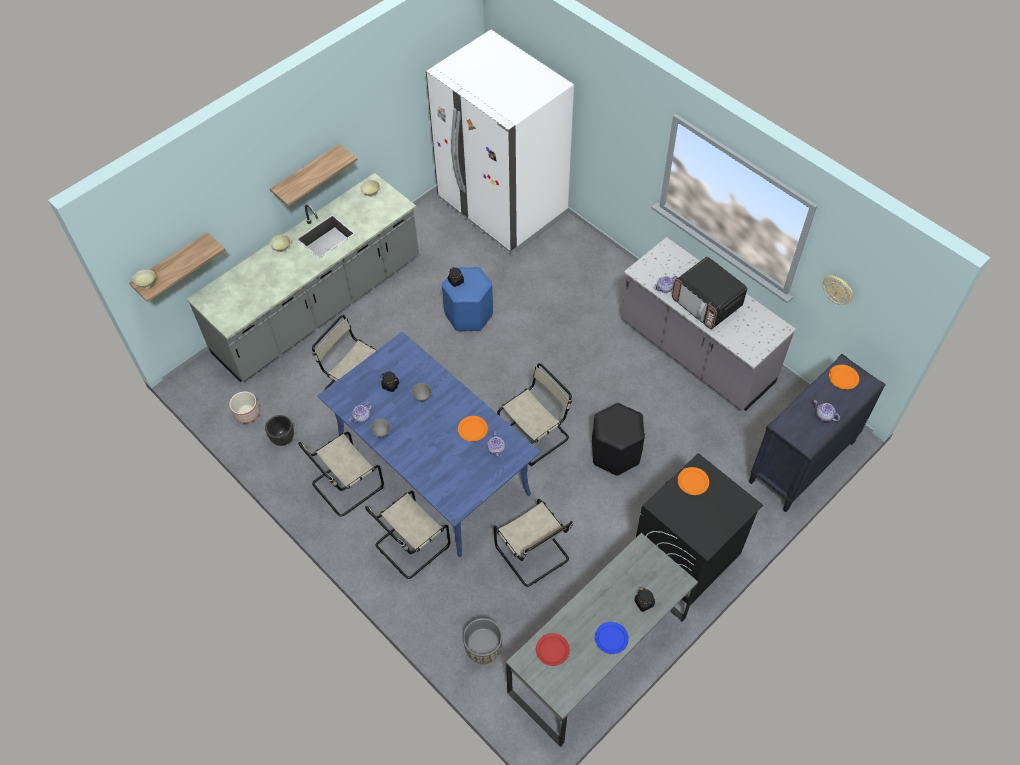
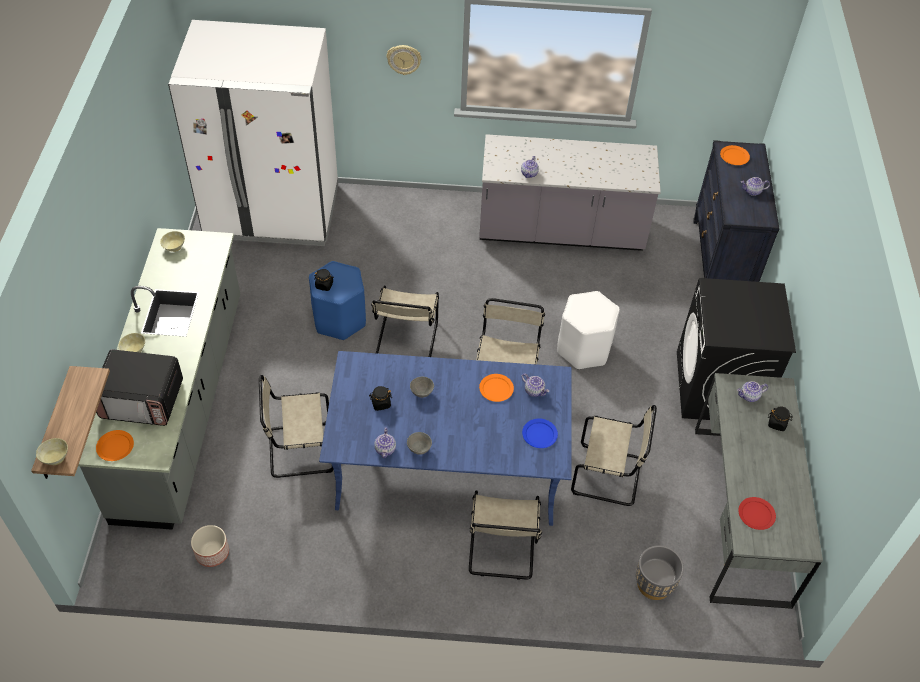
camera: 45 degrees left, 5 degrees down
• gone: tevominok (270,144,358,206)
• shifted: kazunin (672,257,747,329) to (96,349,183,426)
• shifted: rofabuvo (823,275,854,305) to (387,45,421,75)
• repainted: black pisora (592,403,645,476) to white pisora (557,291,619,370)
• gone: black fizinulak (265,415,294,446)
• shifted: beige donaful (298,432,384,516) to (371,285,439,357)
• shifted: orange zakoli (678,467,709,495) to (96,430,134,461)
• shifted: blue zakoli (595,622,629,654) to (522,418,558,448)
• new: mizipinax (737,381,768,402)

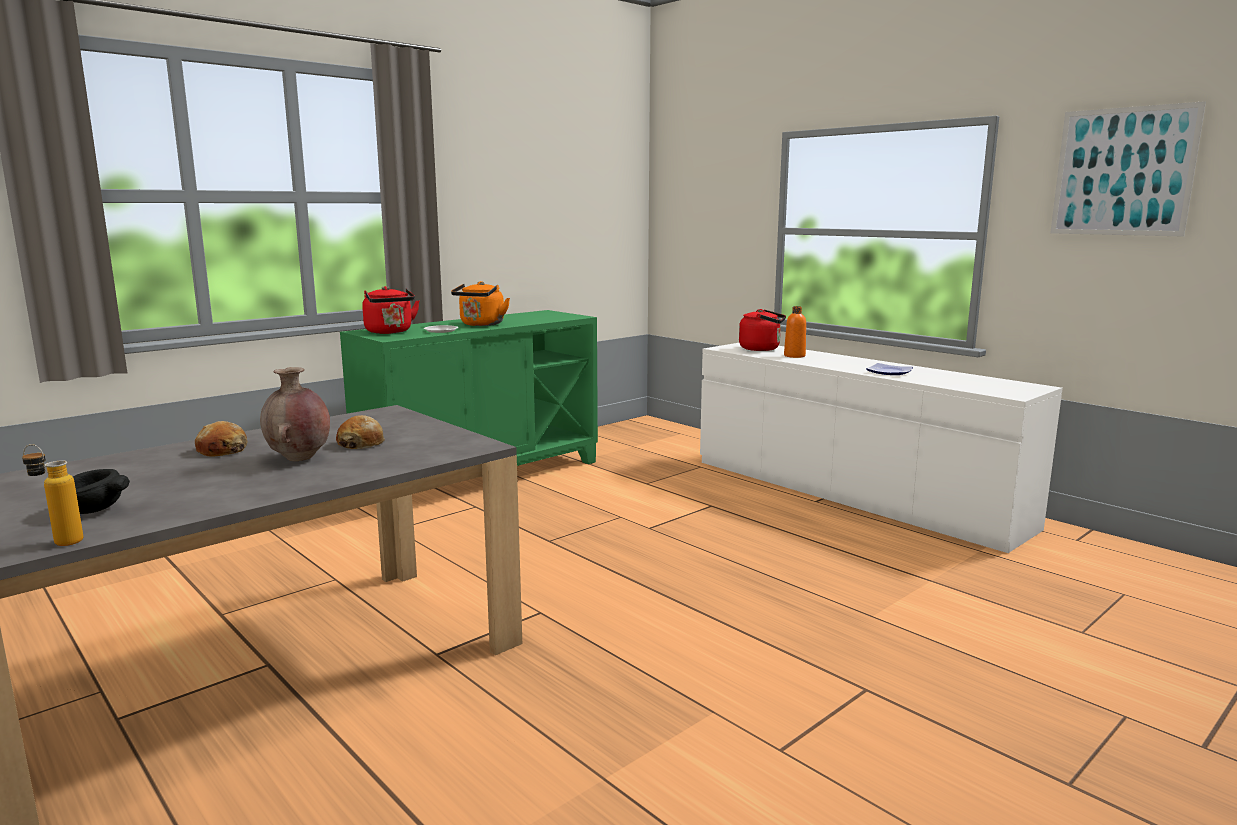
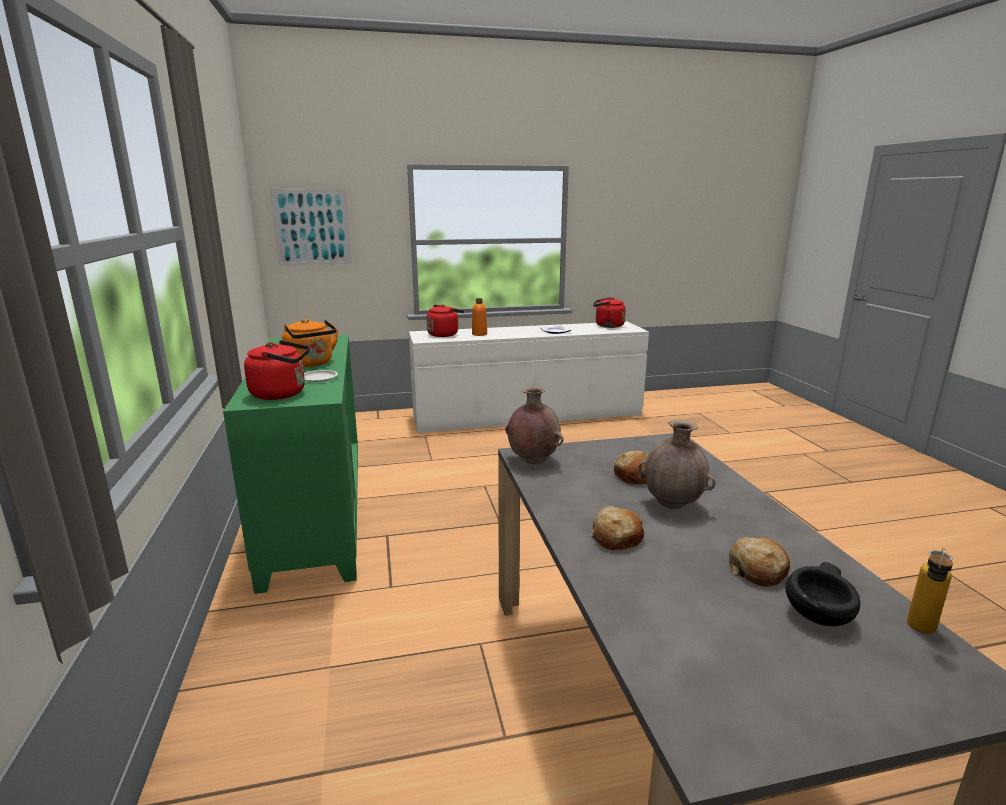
camera: 60 degrees left, 5 degrees up
• shifted: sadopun (1050,101,1206,237) to (269,189,352,265)
• new: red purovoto (593,297,626,328)
• new: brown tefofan (505,386,564,464)
• new: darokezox (729,537,790,587)

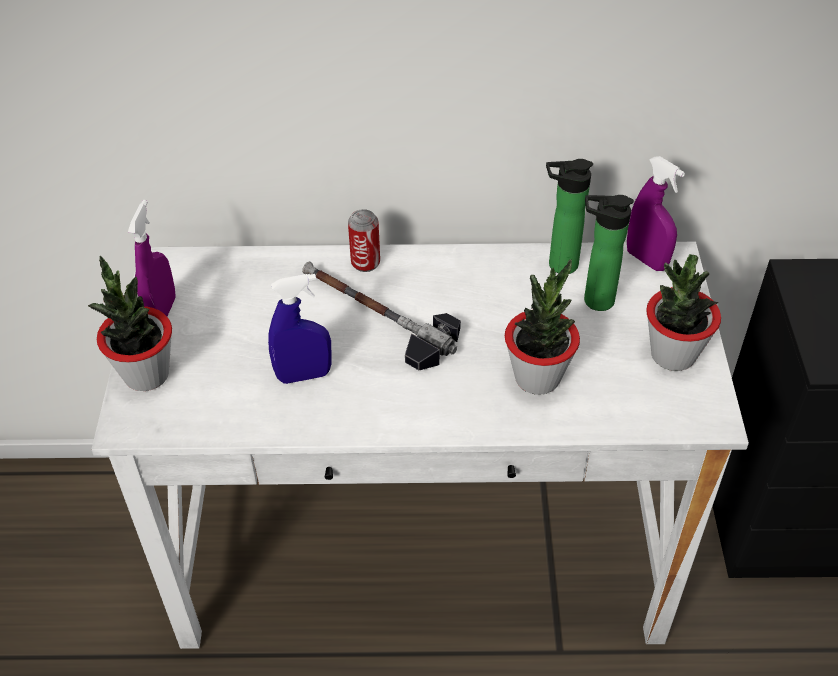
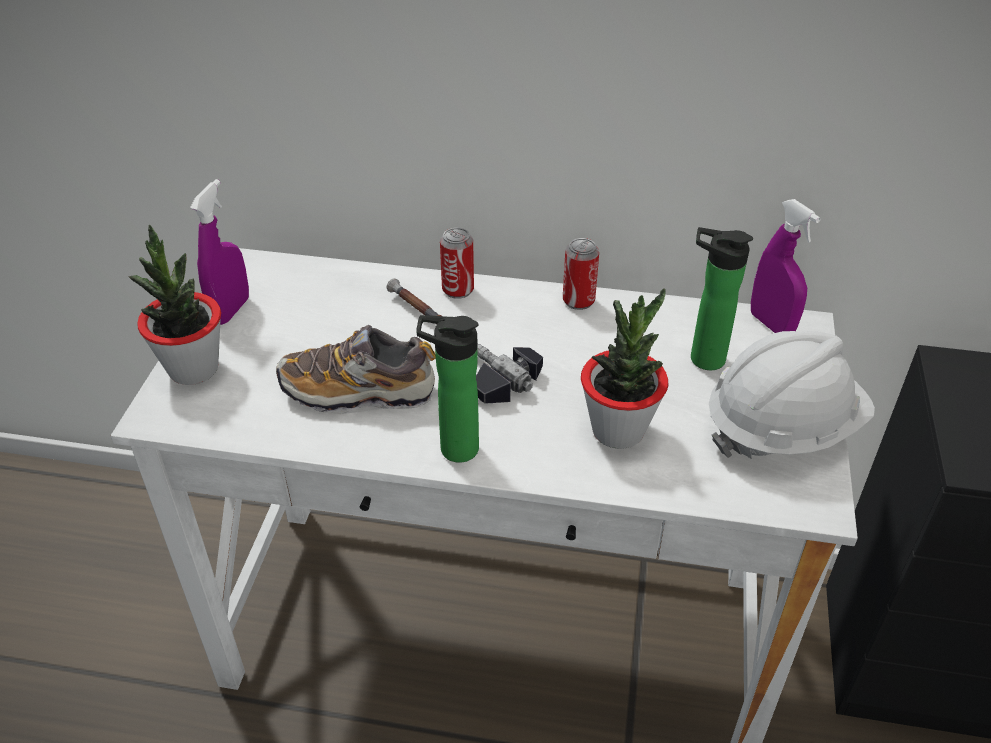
camera: 10 degrees right, 5 degrees down
• shifted: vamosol (546,159,593,274) to (416,315,479,463)
• swapped: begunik (646,254,721,371) to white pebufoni (709,331,875,459)
• swapped: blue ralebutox (268,274,332,384) to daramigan (276,325,436,414)
• new: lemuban (563,238,599,310)

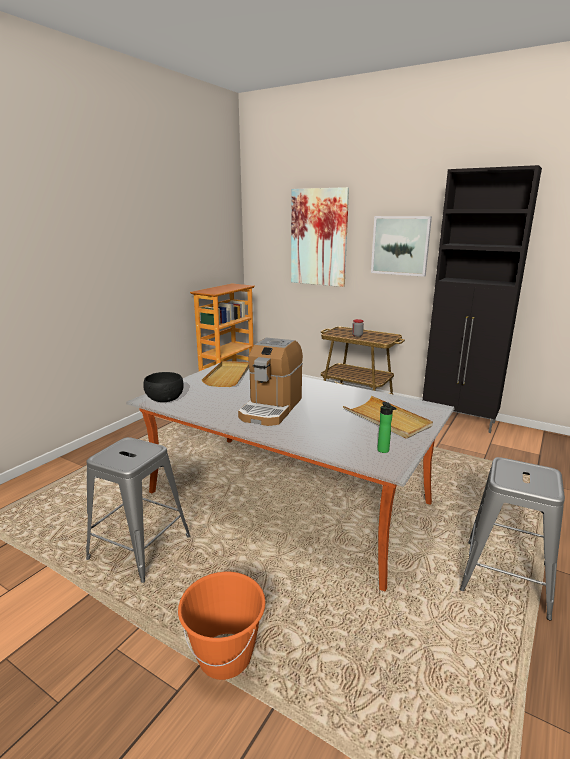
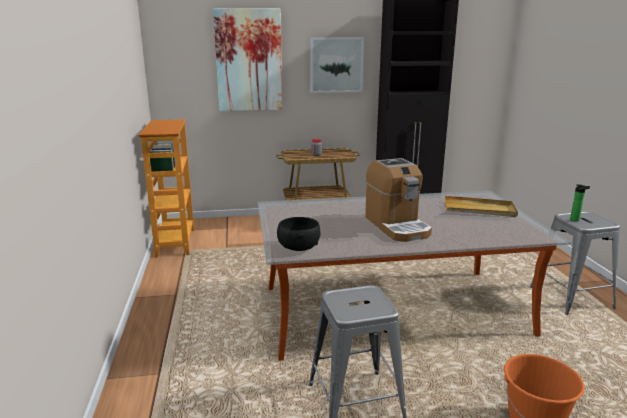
camera: 40 degrees left, 0 degrees up
• gone: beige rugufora (202,361,249,387)
• shifted: vamosol (377,402,397,453) to (570,184,590,221)

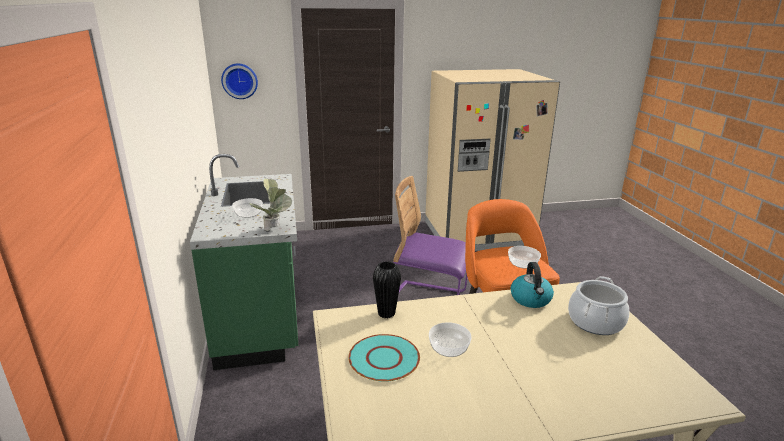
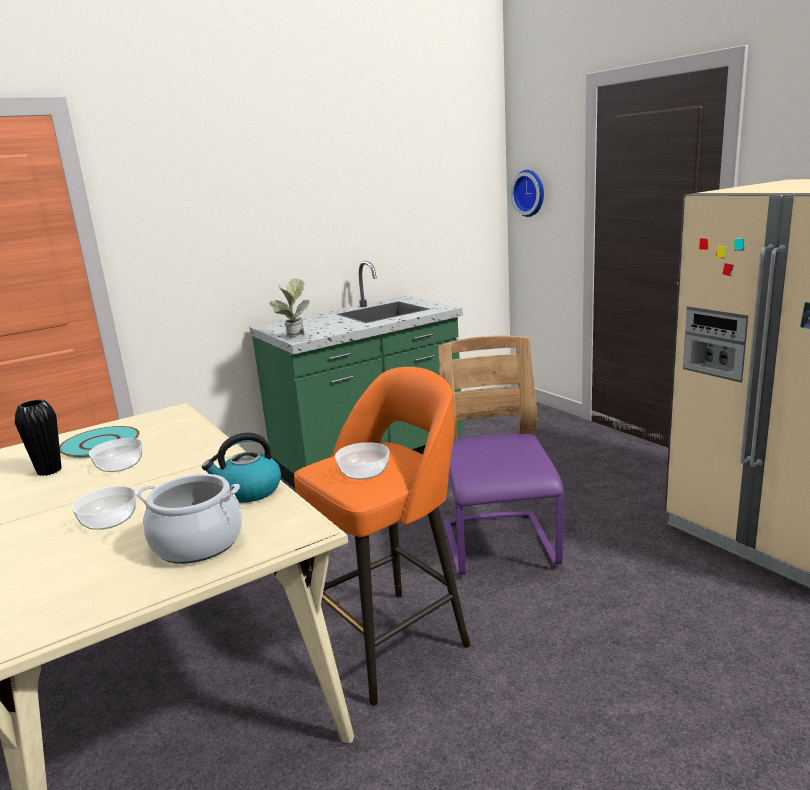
camera: 70 degrees right, 5 degrees down
• shifted: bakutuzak (232,198,263,218) to (72,486,136,530)
• shifted: black tefofan (373,261,401,319) to (15,399,62,476)

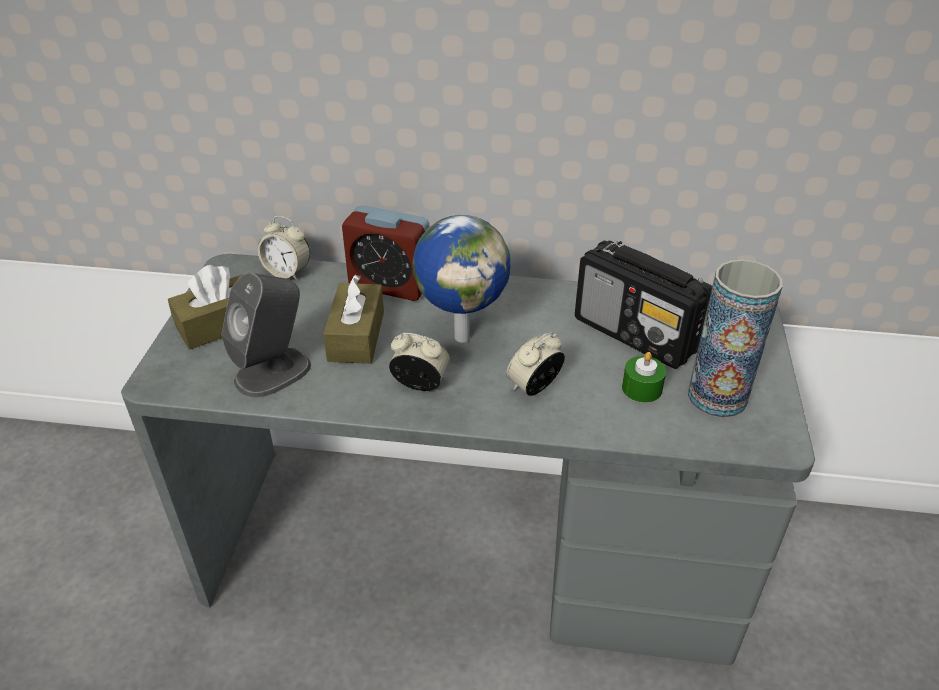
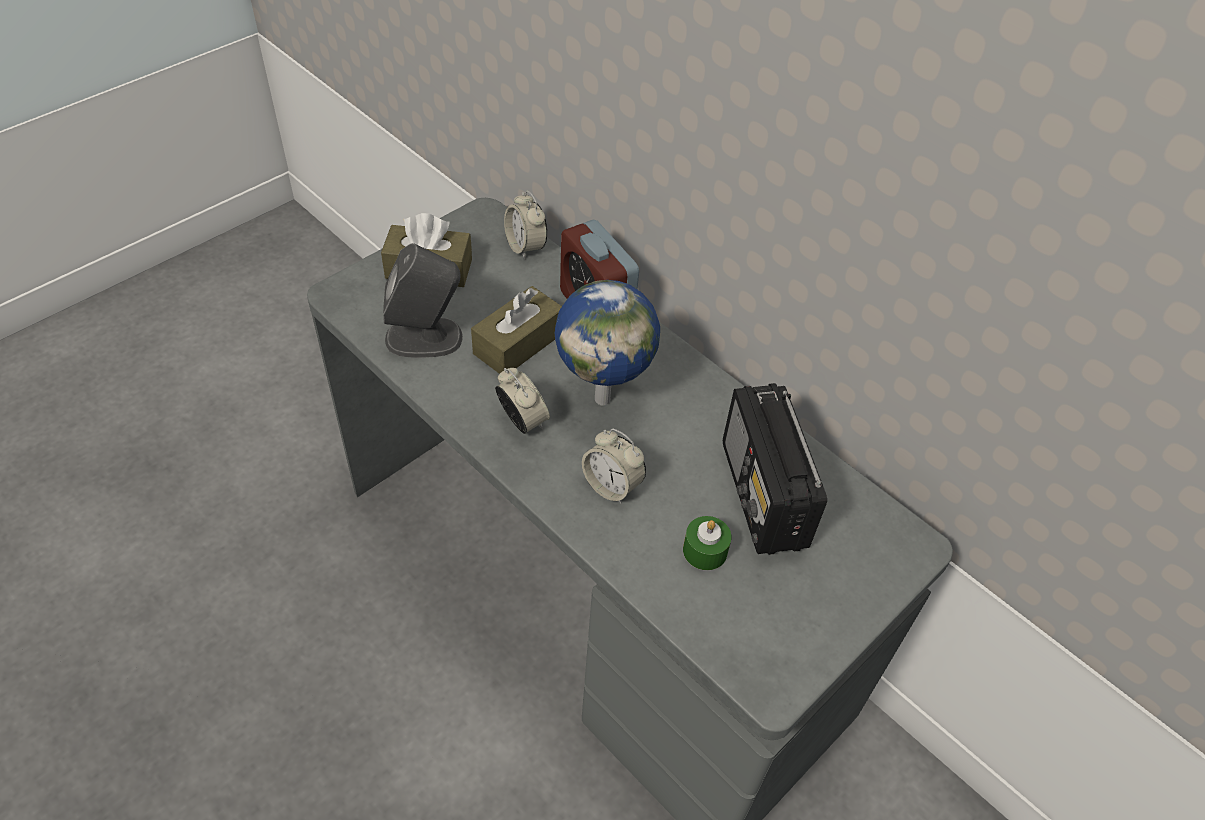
camera: 35 degrees right, 10 degrees up
• gone: tefofan (688,259,783,418)
• rotated: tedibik (506,332,565,396) = (582,429,646,504) 135 degrees counterclockwise

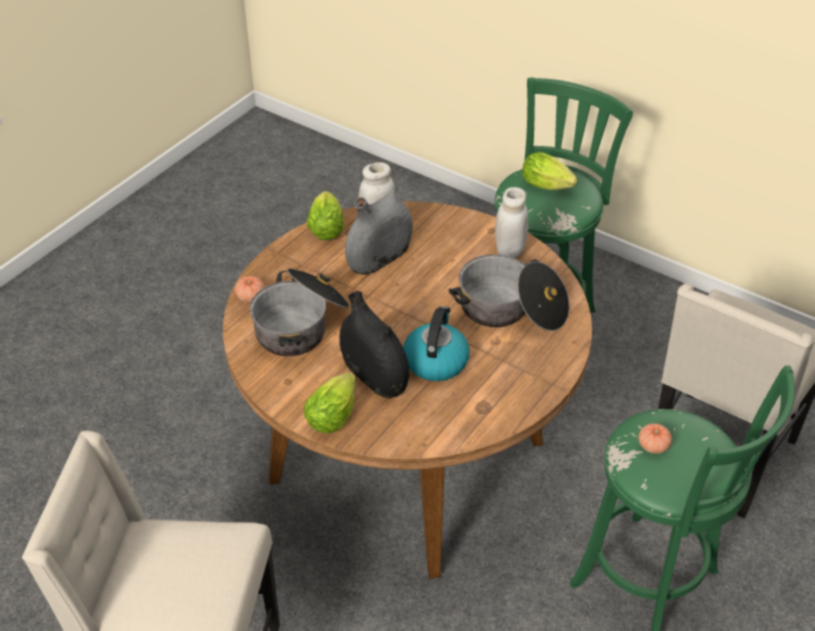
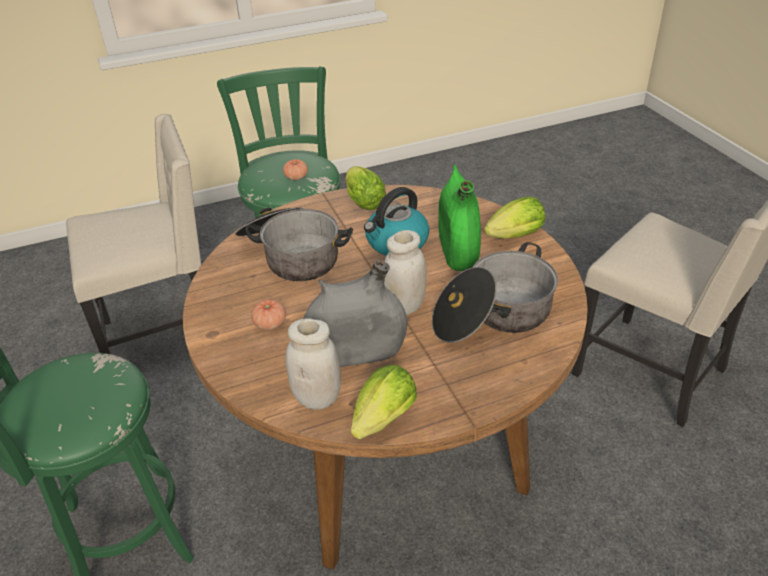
camera: 145 degrees left, 5 degrees down
• shifted: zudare (522,152,577,190) to (346,166,386,210)
• shifted: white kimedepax (495,187,528,258) to (384,230,427,315)
• shifted: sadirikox (235,276,265,302) to (251,299,286,330)
• repainted: black tefofan (340,291,409,398) to green tefofan (438,165,481,271)

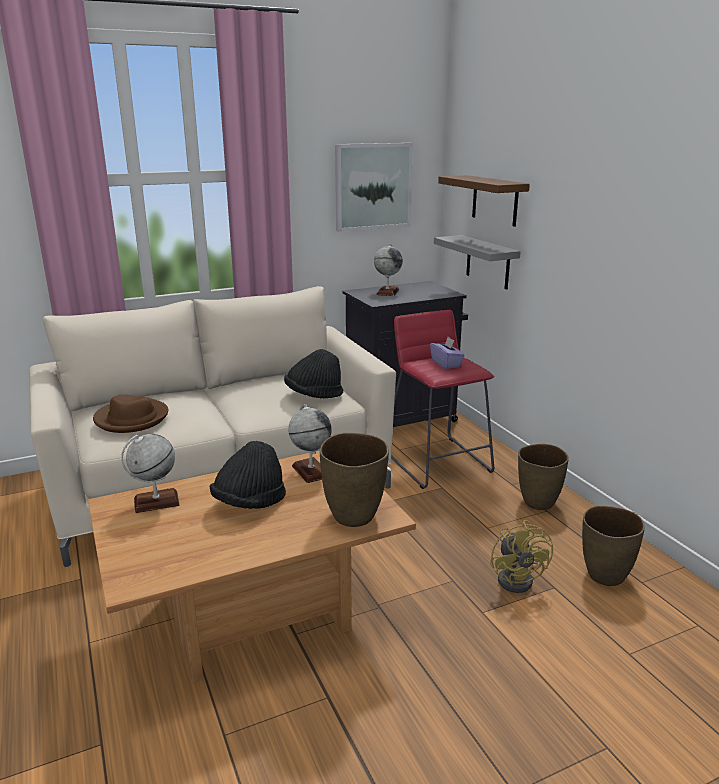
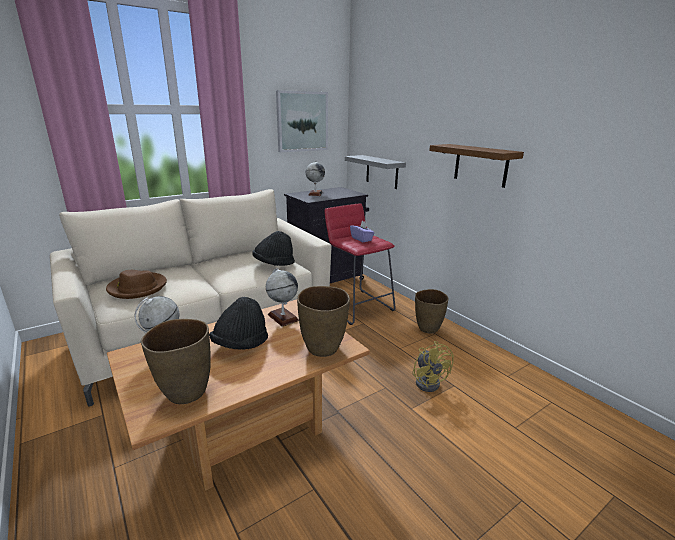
camera: 10 degrees left, 0 degrees up
• shifted: brown tevominok (438,175,530,227) to (429,144,524,188)
• shifted: brown tefofan (582,506,645,586) to (141,319,211,404)

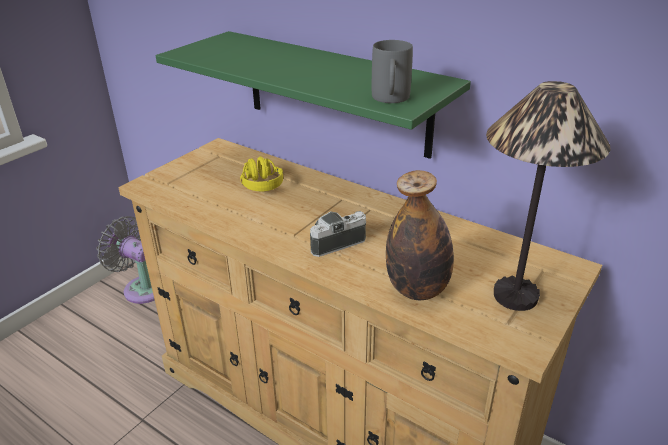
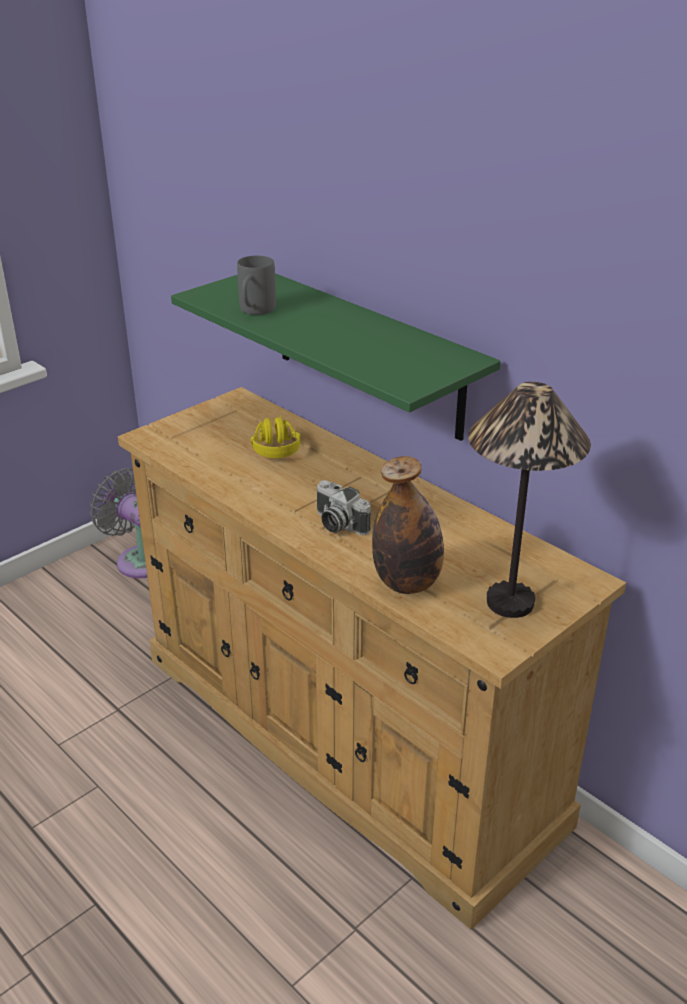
camera: 10 degrees right, 0 degrees up
• shifted: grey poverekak (372,40,413,103) to (237,256,276,315)
• rotated: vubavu (310,211,366,257) = (317,480,371,535) 120 degrees counterclockwise

